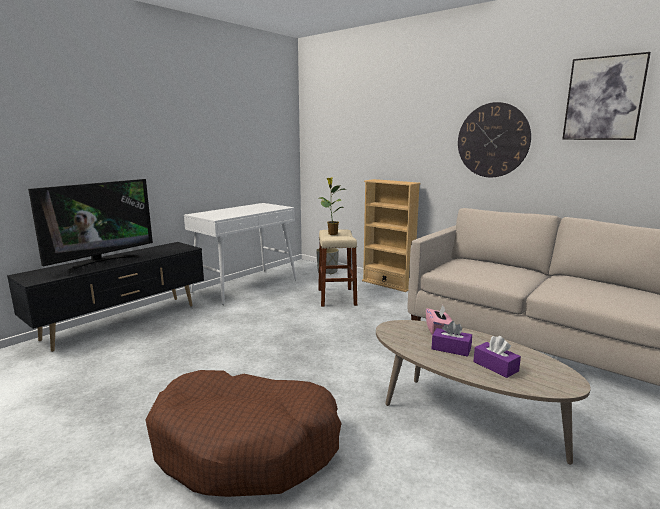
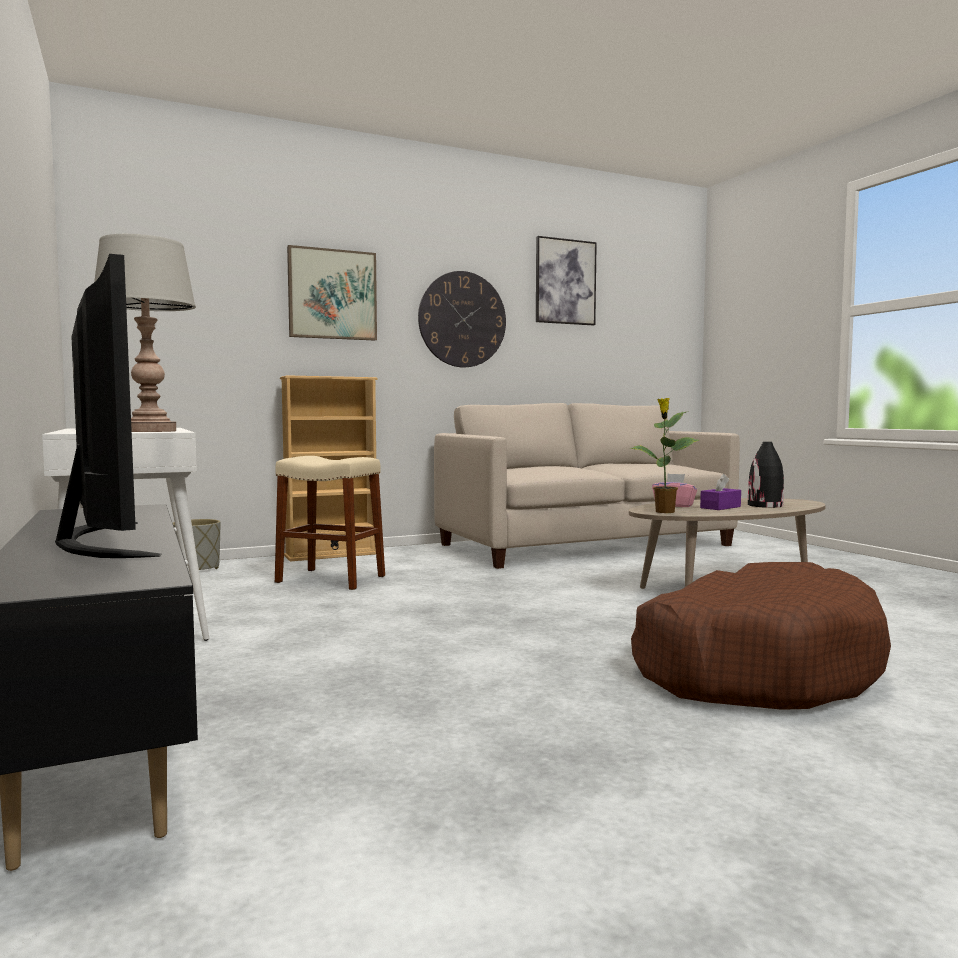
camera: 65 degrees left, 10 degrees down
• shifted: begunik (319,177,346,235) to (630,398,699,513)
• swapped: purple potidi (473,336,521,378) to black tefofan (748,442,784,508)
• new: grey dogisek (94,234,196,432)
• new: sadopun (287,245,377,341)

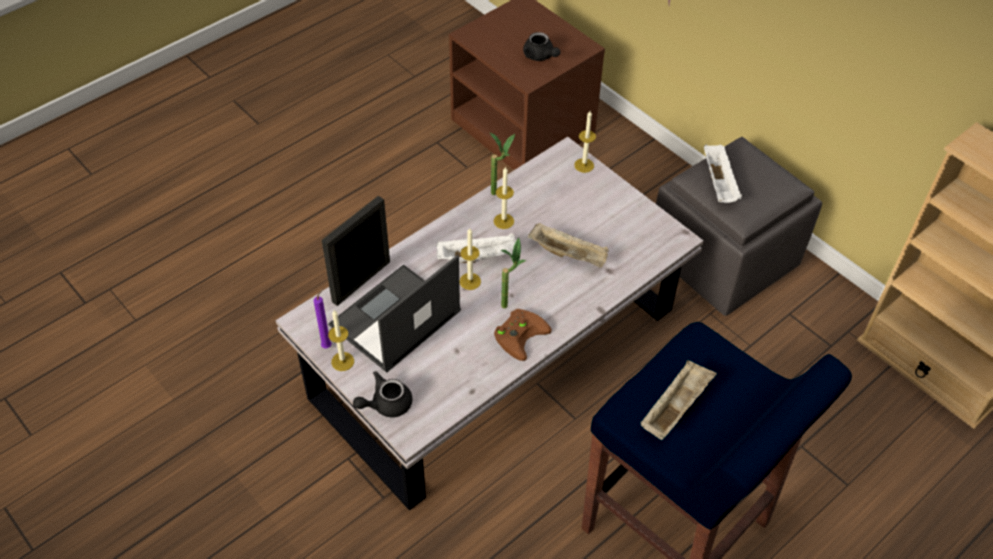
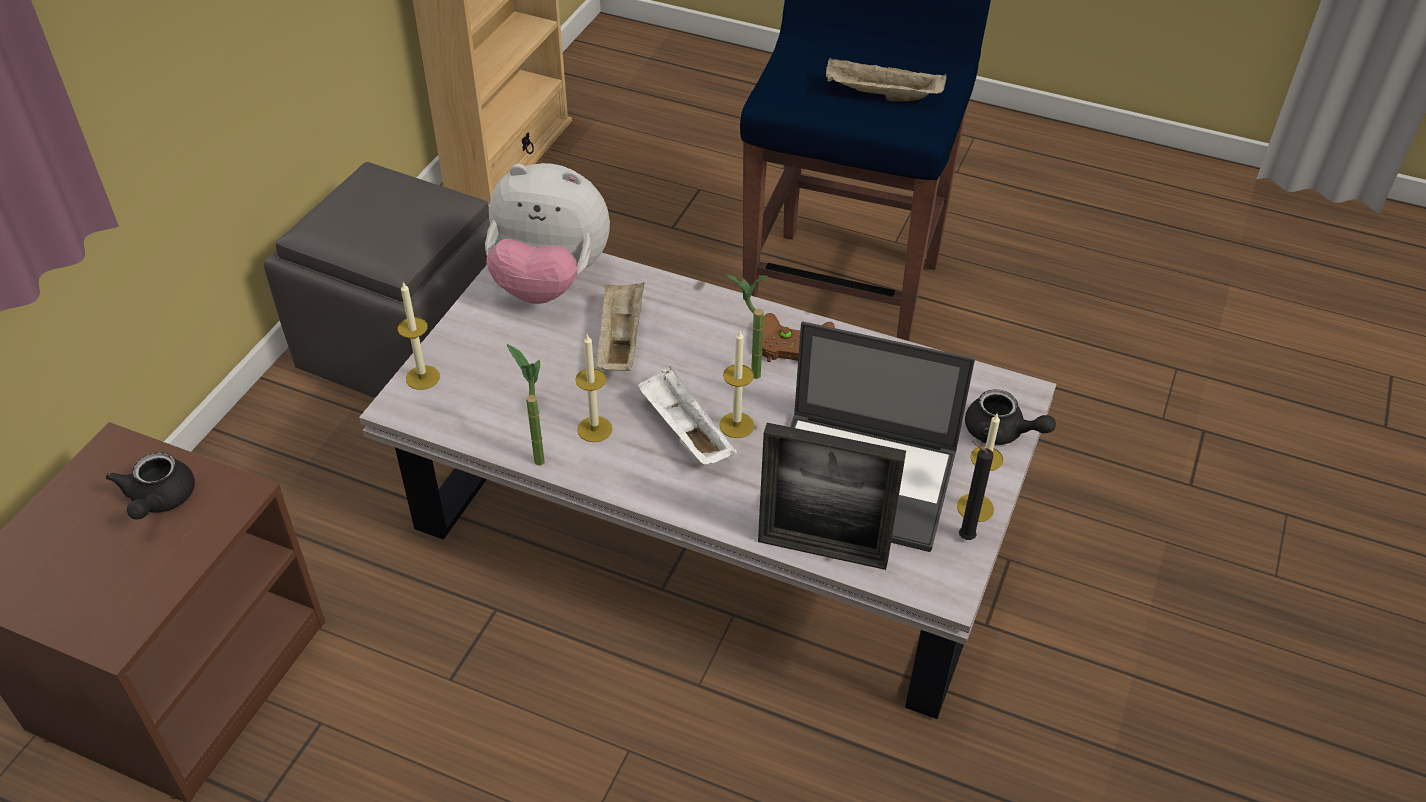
camera: 115 degrees left, 5 degrees down
• rotated: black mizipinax (523,32,560,61) = (106,452,195,520) 150 degrees clockwise
• gone: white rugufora (704,144,742,203)
• repainted: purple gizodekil (314,288,331,348) to black gizodekil (959,441,994,540)
• new: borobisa (485,163,610,304)

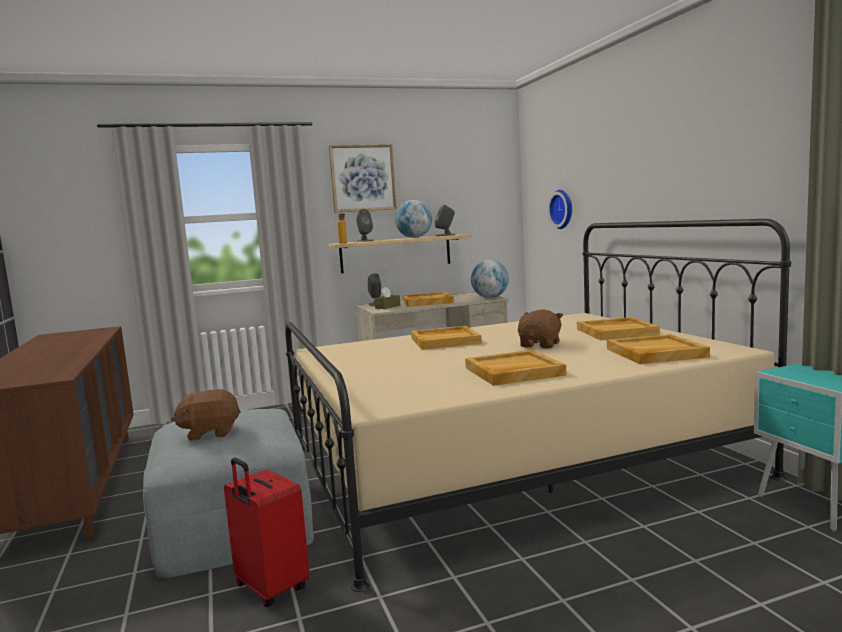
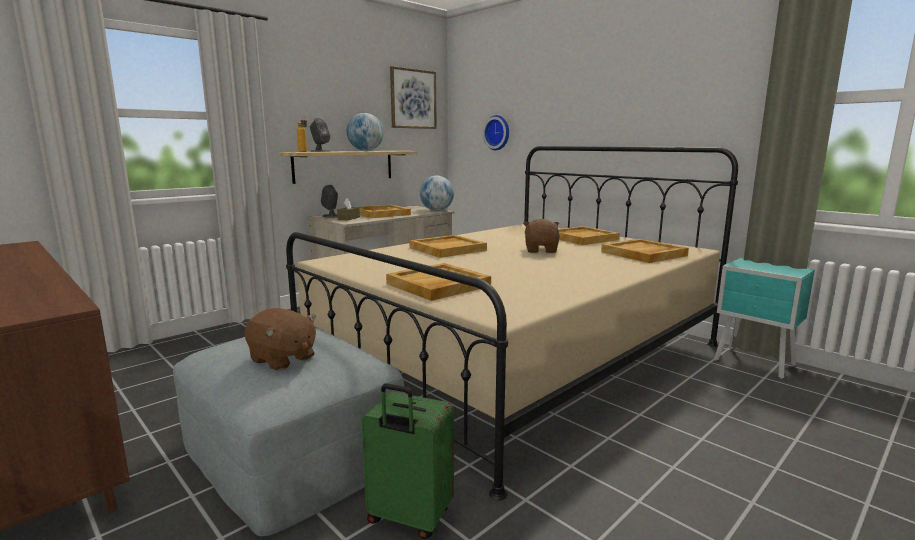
camera: 25 degrees left, 5 degrees up
• shifted: sadopun (329,144,396,212) to (390,66,437,129)
• gone: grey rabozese (435,204,455,236)
• shifted: beige rugufora (465,350,567,386) to (386,263,491,301)
• rotated: brown borobisa (171,389,241,441) = (244,308,317,371) 105 degrees counterclockwise
• repainted: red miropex (224,458,310,607) to green miropex (362,383,454,539)

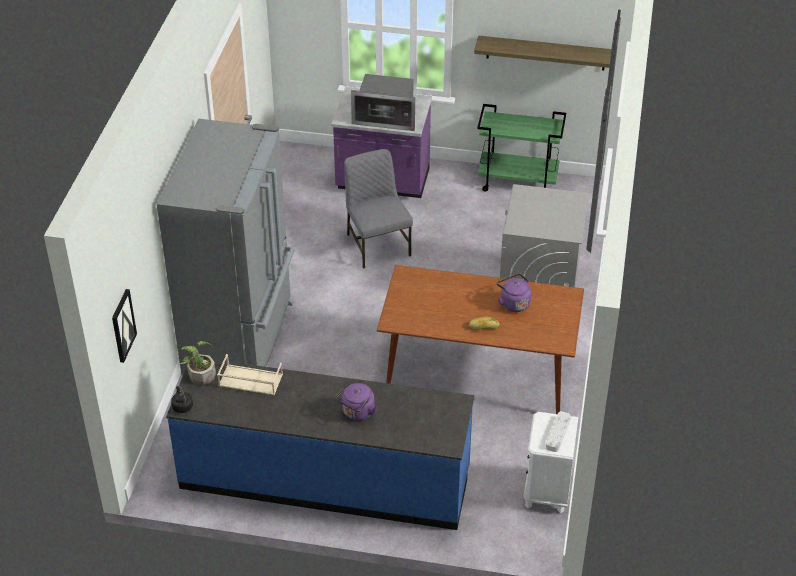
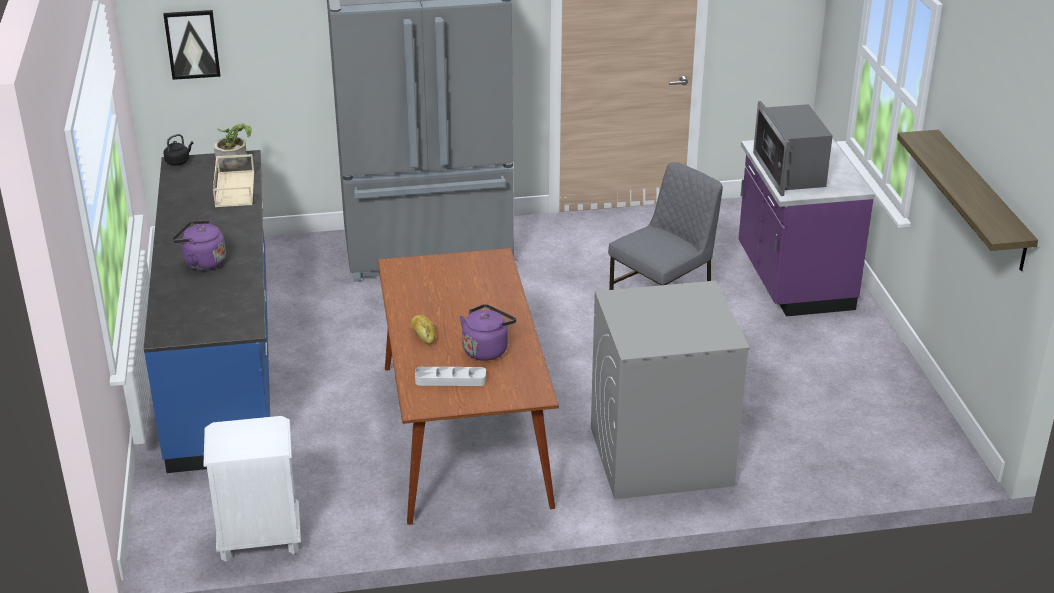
camera: 70 degrees right, 10 degrees down
• gone: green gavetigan (477,104,566,192)
• shifted: grey rugufora (546,411,571,452) to (415,367,486,386)

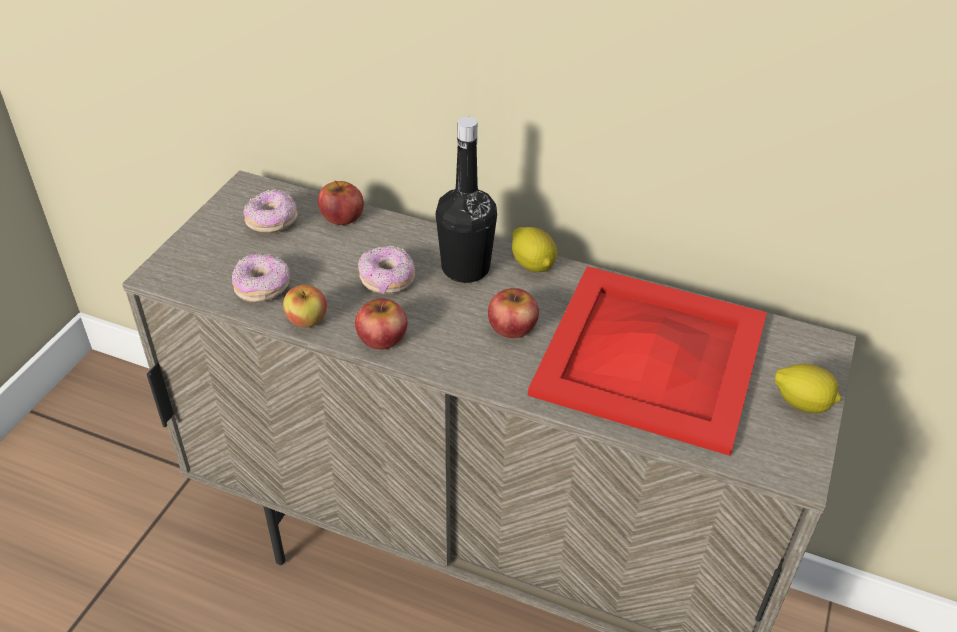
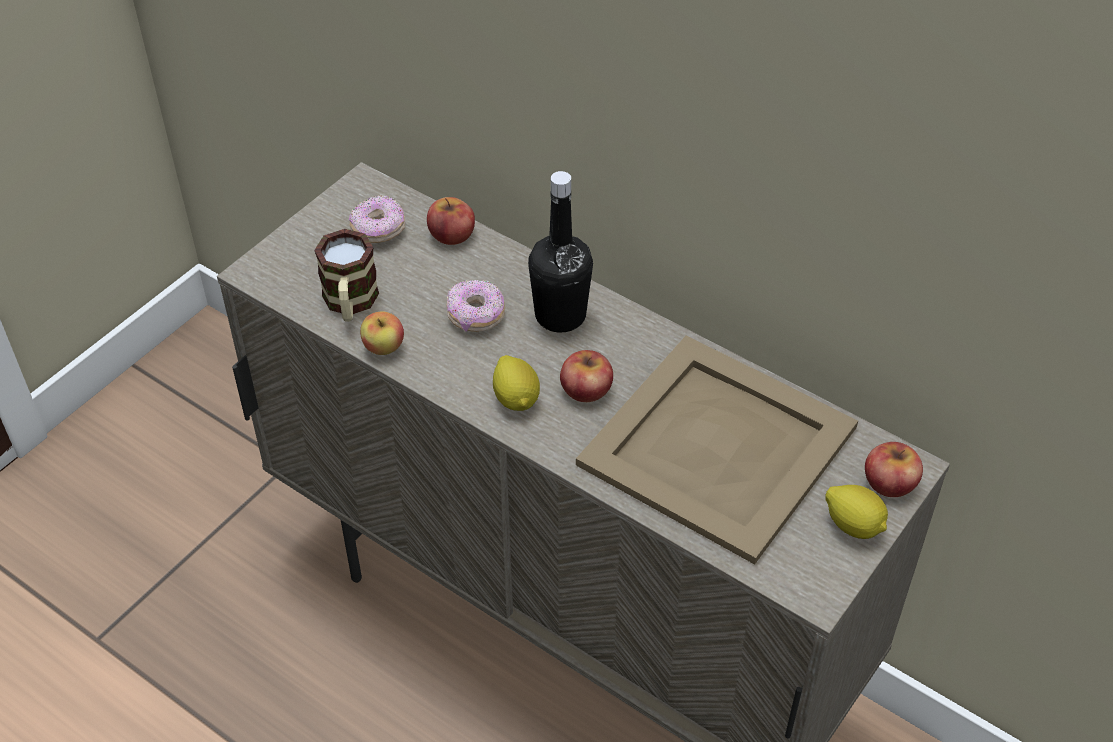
camera: 15 degrees right, 5 degrees up
• shifted: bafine (512,227,557,272) to (493,355,540,411)
• swapped: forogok (232,253,290,302) to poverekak (314,229,379,322)
• repainted: red rugufora (528,266,767,456) to beige rugufora (576,335,858,565)
• shifted: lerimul (355,299,407,350) to (865,442,923,497)

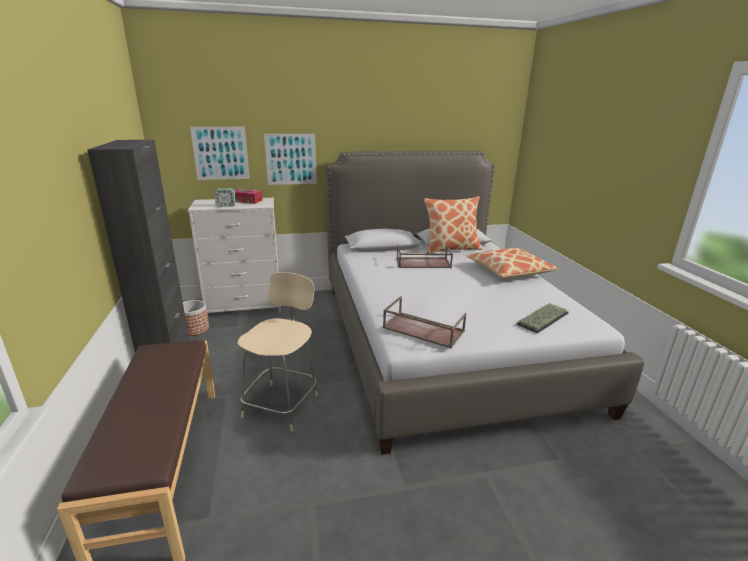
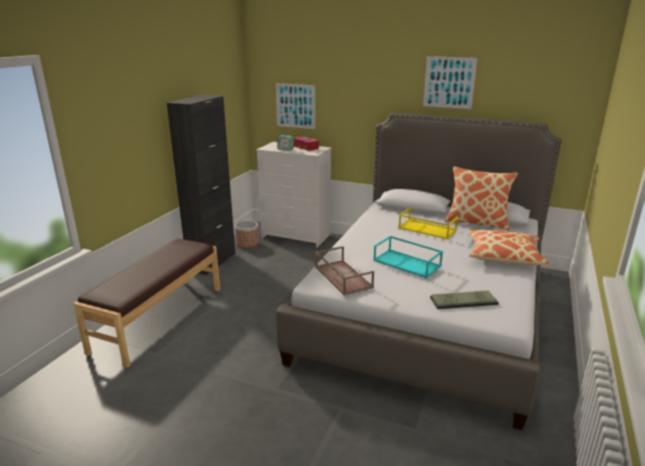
camera: 35 degrees right, 0 degrees up
• shifted: sadopun (264,134,317,185) to (423,56,477,109)
• repainted: brown rugufora (397,245,453,268) to yellow rugufora (398,207,458,239)
• gone: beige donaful (238,272,318,431)
• new: turquoise rugufora (373,236,443,278)

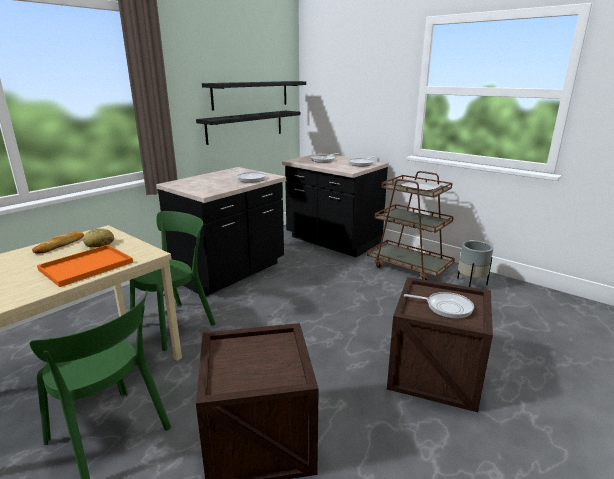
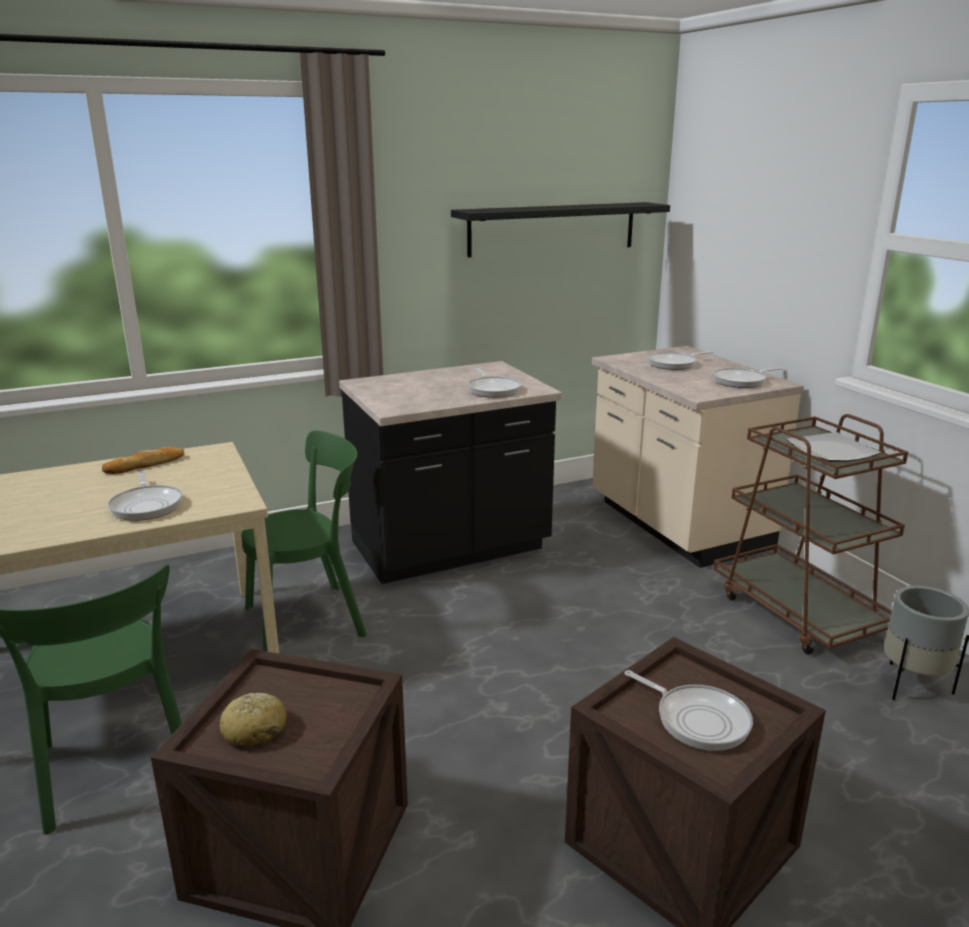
camera: 25 degrees right, 0 degrees up
• gone: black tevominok (196,111,300,145)
• repainted: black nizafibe (282,153,389,257) to beige nizafibe (592,346,804,568)
• shifted: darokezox (83,228,114,248) to (220,693,287,747)
• swapped: orange rugufora (37,245,133,287) to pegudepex (107,471,182,521)

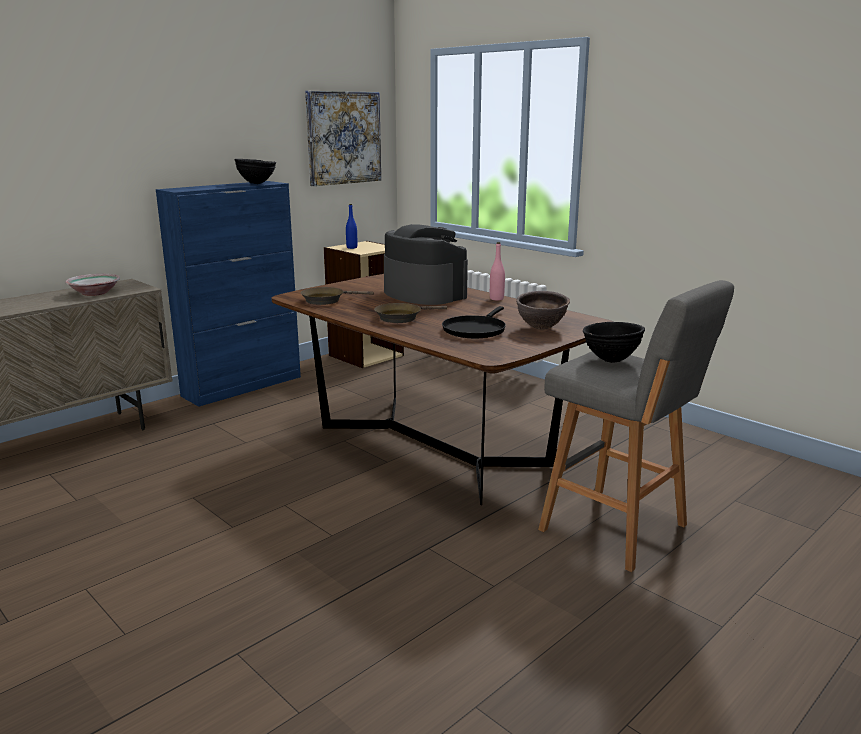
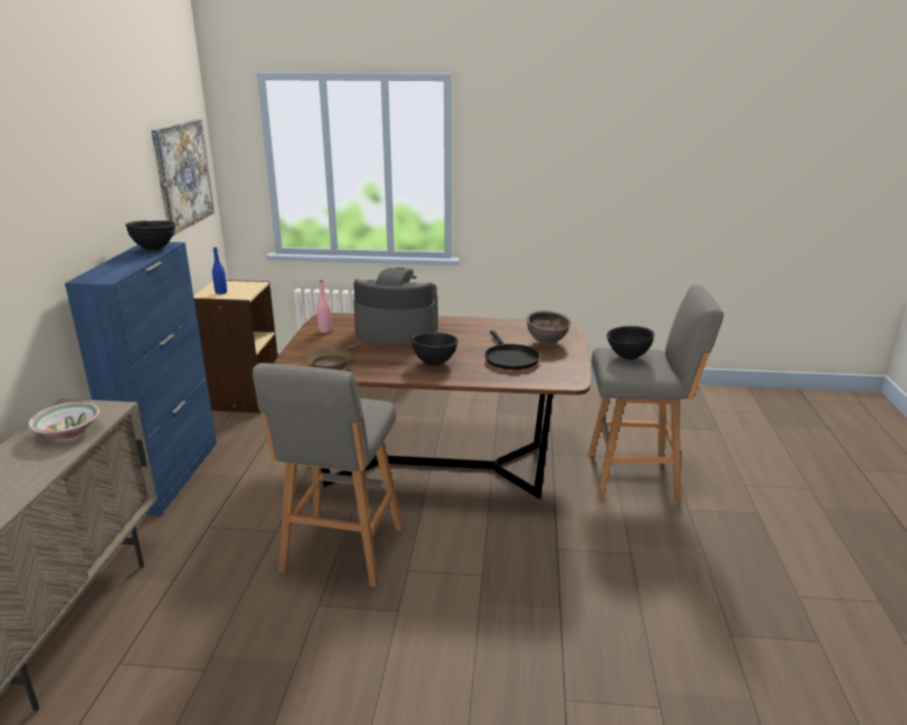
camera: 40 degrees left, 5 degrees up
• shifted: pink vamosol (490,242,505,300) to (317,280,332,333)
• swapped: brown pegudepex (374,303,447,323) to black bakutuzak (411,333,458,366)
• new: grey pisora (252,363,403,587)

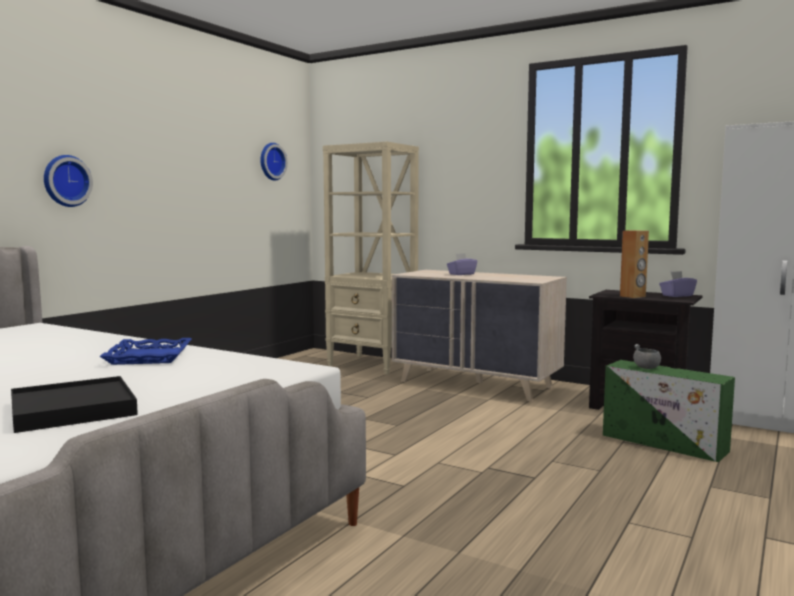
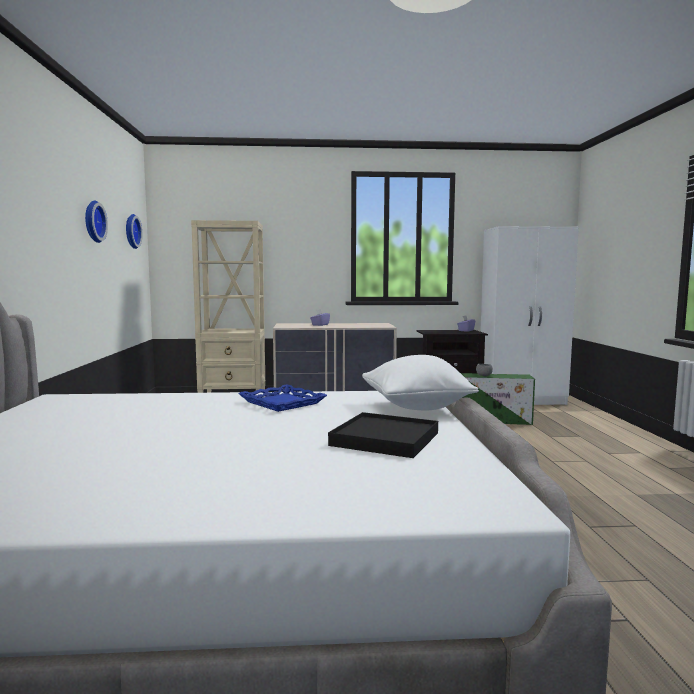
camera: 35 degrees left, 0 degrees up
• shifted: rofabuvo (44,155,93,207) to (85,200,108,243)
• gone: brown rabozese (620,230,649,298)
• new: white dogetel (362,355,479,410)

